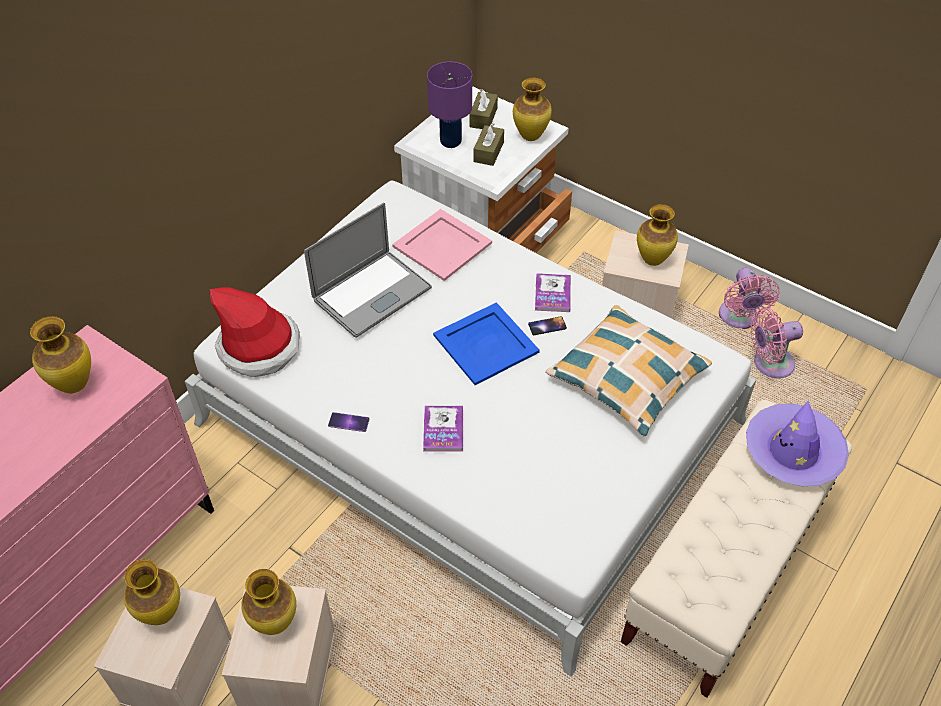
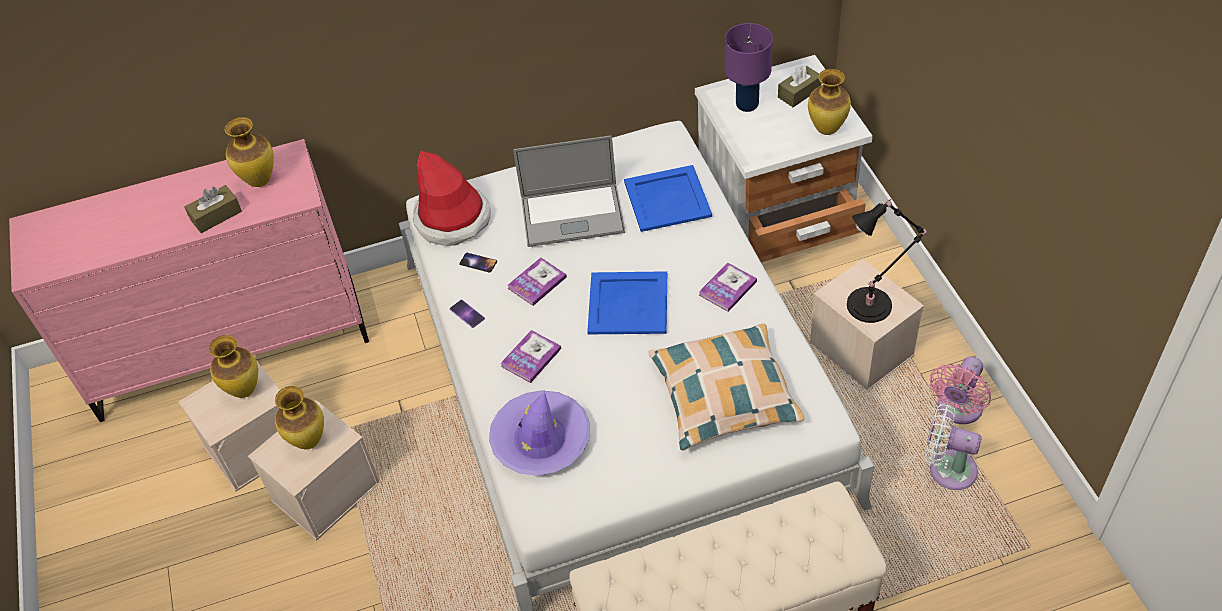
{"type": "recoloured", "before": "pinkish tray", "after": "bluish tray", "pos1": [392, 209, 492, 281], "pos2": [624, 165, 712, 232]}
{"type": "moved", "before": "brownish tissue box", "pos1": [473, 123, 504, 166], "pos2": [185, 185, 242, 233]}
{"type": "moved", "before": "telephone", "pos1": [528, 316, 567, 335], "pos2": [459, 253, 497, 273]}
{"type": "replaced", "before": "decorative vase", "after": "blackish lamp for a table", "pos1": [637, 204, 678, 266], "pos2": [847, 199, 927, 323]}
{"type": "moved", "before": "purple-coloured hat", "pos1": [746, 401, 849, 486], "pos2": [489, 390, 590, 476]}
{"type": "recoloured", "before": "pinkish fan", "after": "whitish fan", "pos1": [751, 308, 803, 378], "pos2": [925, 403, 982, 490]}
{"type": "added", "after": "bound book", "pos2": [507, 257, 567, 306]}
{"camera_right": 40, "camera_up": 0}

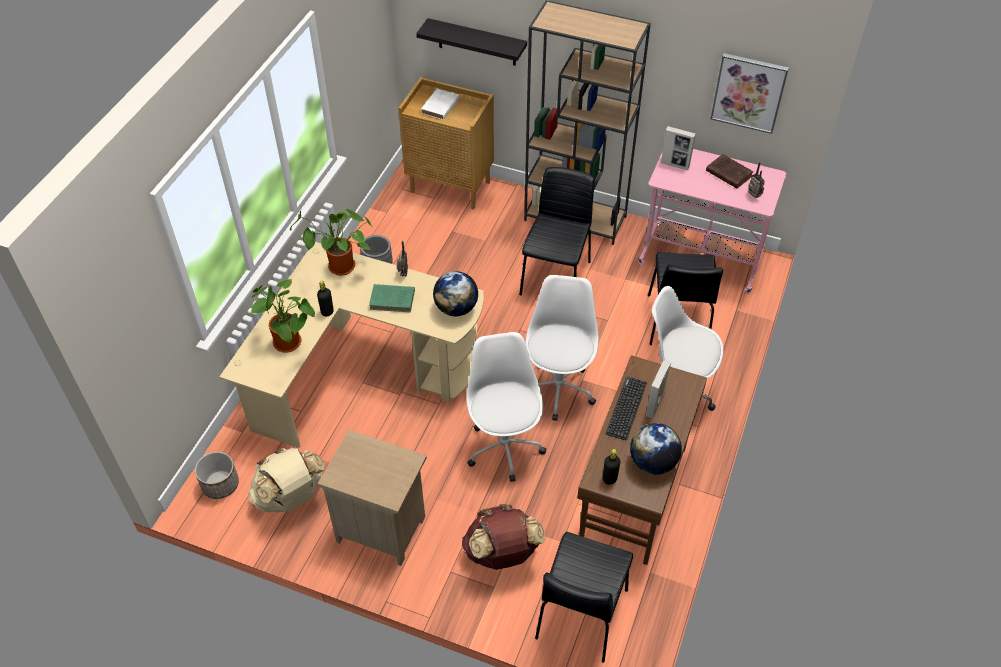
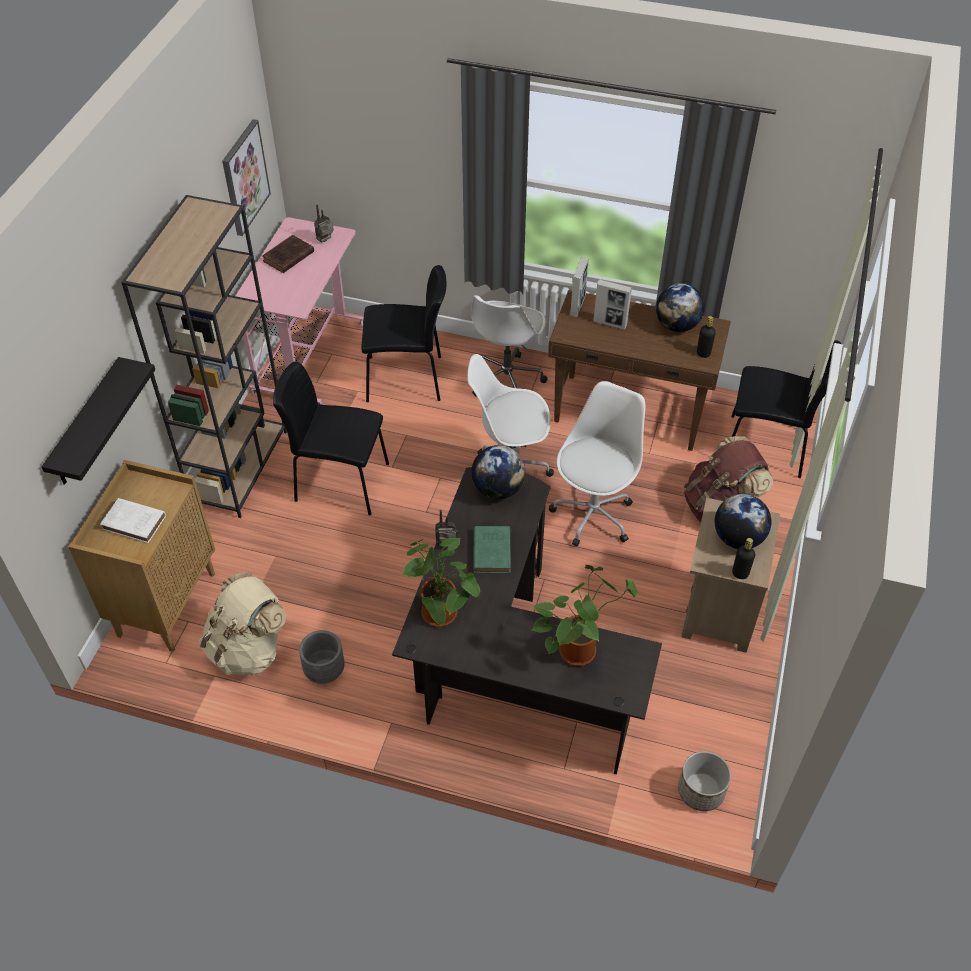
{"type": "recoloured", "before": "sand-coloured desk unit", "after": "blackish desk unit", "pos1": [219, 242, 484, 448], "pos2": [392, 467, 662, 774]}
{"type": "moved", "before": "sand-coloured knapsack", "pos1": [248, 447, 325, 513], "pos2": [199, 571, 287, 676]}
{"type": "moved", "before": "blackish bottle", "pos1": [317, 281, 334, 316], "pos2": [732, 538, 755, 579]}
{"type": "turned", "before": "whitish office chair", "pos1": [466, 332, 546, 482], "pos2": [549, 381, 646, 547], "turn": 135}
{"type": "removed", "before": "PC keyboard", "pos1": [605, 376, 647, 441]}
{"type": "moved", "before": "standing frame", "pos1": [661, 126, 696, 170], "pos2": [570, 257, 589, 317]}
{"type": "added", "after": "desk globe", "pos2": [715, 494, 772, 549]}
{"camera_right": -95, "camera_up": 0}

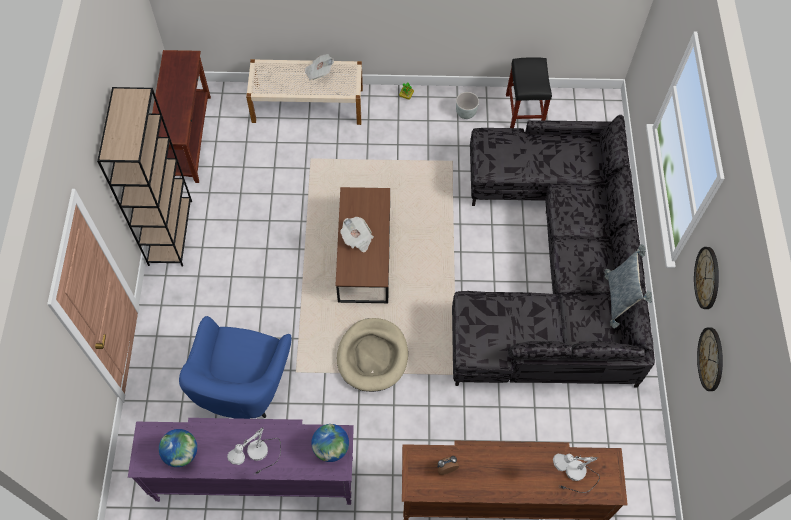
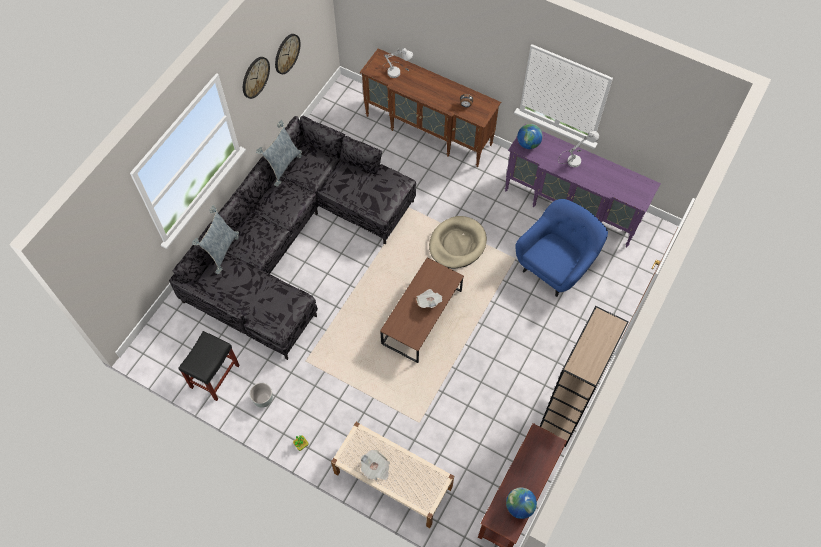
{"type": "moved", "before": "desk globe", "pos1": [159, 429, 197, 467], "pos2": [506, 487, 537, 519]}
{"type": "added", "after": "pillow", "pos2": [192, 205, 240, 274]}
{"camera_right": -150, "camera_up": 0}

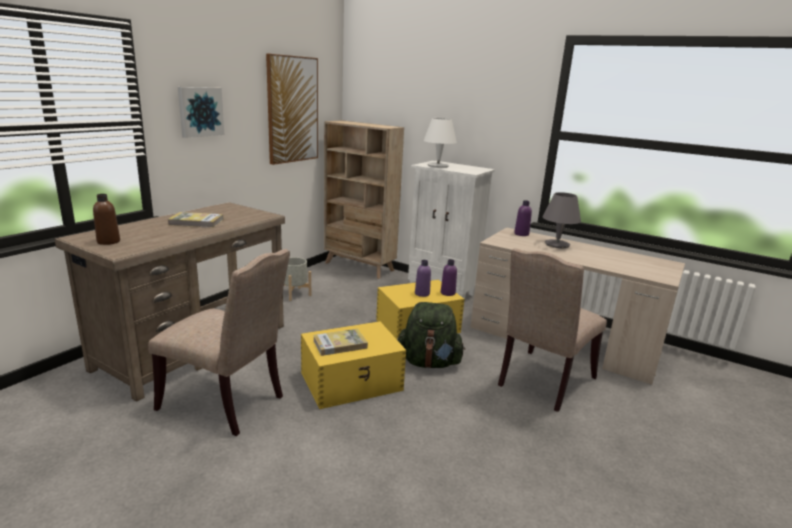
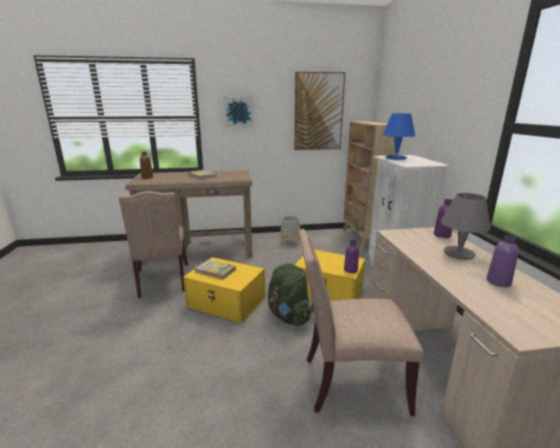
{"type": "moved", "before": "purple-coloured bottle", "pos1": [415, 260, 431, 297], "pos2": [487, 234, 519, 287]}
{"type": "recoloured", "before": "whitish lamp for a table", "after": "bluish lamp for a table", "pos1": [423, 118, 457, 168], "pos2": [383, 113, 415, 160]}
{"camera_right": 50, "camera_up": 0}

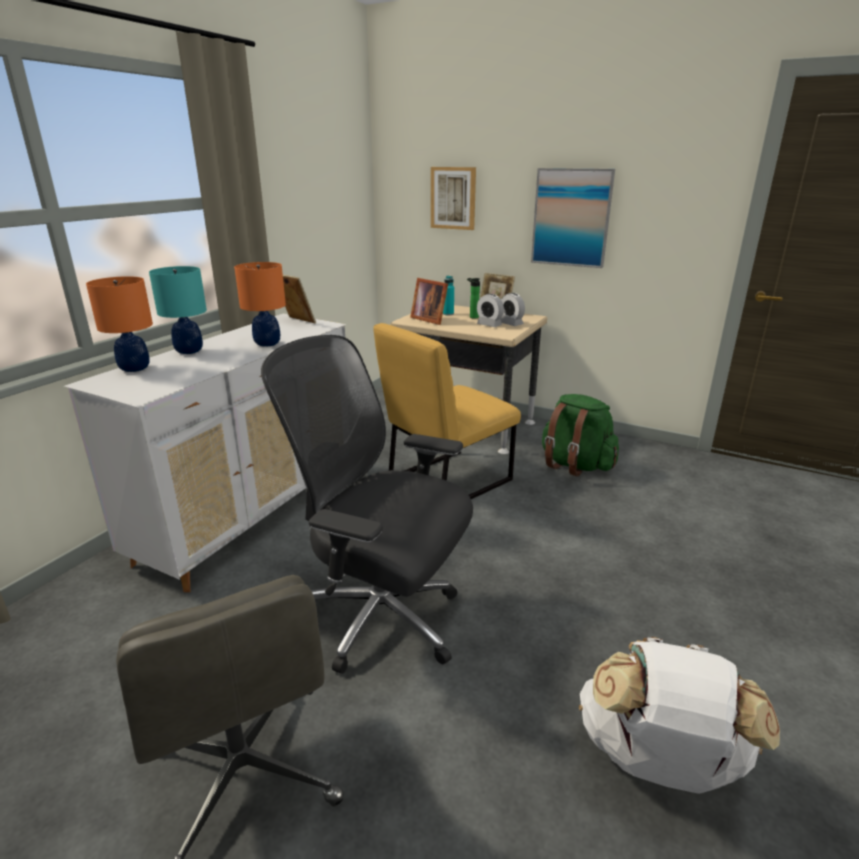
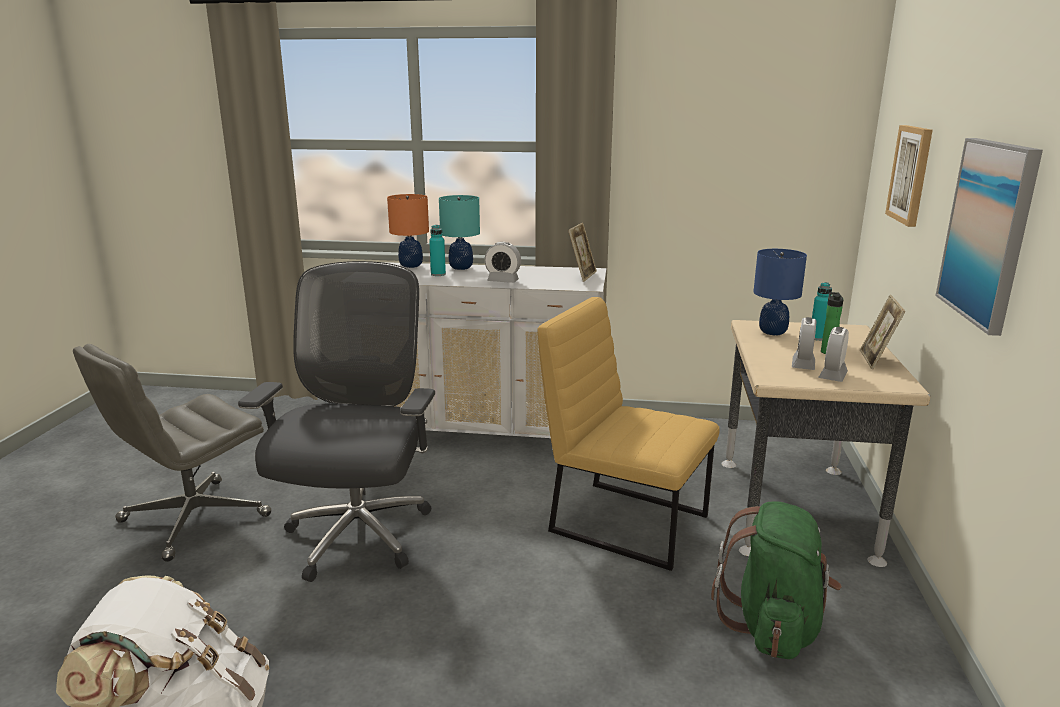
{"type": "replaced", "before": "orange-coloured lamp for a table", "after": "bedside clock", "pos1": [234, 262, 286, 347], "pos2": [485, 242, 521, 283]}
{"type": "replaced", "before": "standing frame", "after": "bluish lamp for a table", "pos1": [410, 278, 448, 325], "pos2": [753, 249, 807, 335]}
{"type": "added", "after": "blue-green bottle", "pos2": [429, 225, 446, 276]}
{"camera_right": 70, "camera_up": -5}

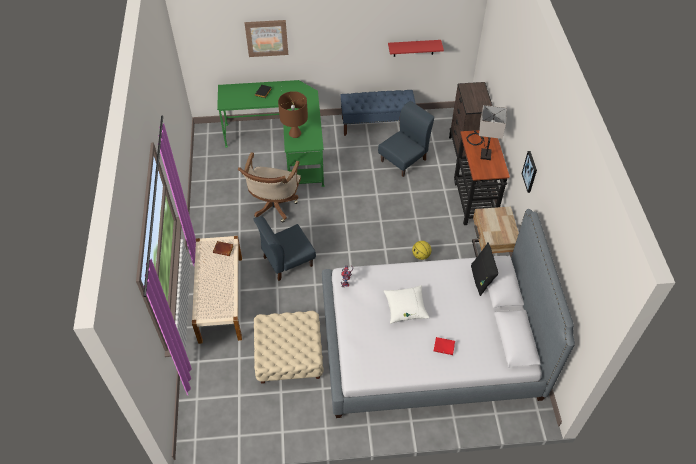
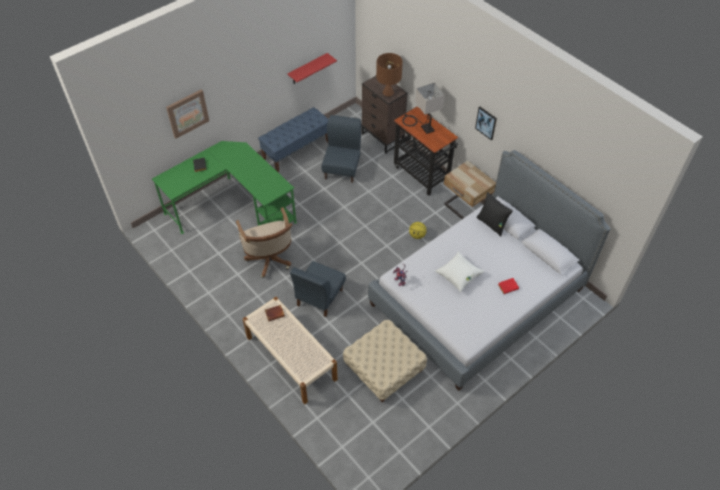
{"type": "moved", "before": "brownish lamp for a table", "pos1": [278, 91, 308, 138], "pos2": [376, 53, 403, 97]}
{"camera_right": -35, "camera_up": 0}

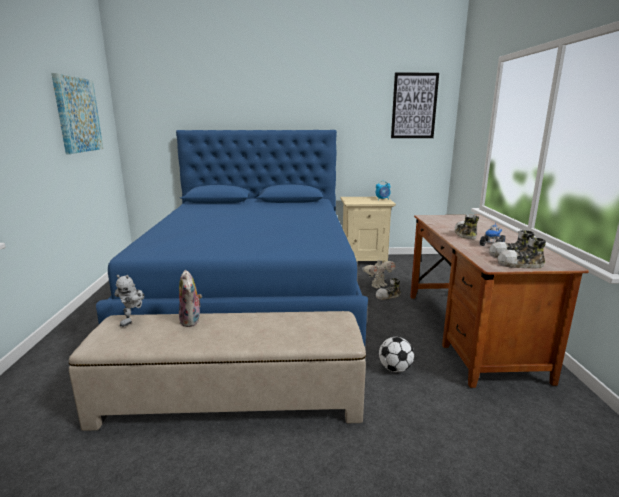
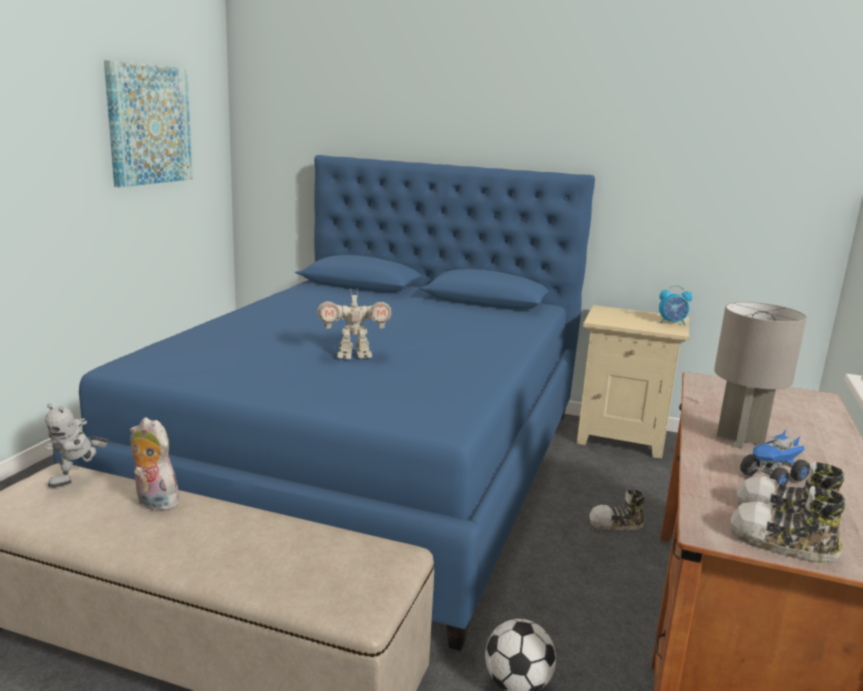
{"type": "turned", "before": "plush toy", "pos1": [179, 270, 202, 327], "pos2": [130, 417, 183, 511], "turn": 120}
{"type": "moved", "before": "robot figure", "pos1": [362, 257, 396, 288], "pos2": [317, 288, 392, 359]}
{"type": "removed", "before": "wall art", "pos1": [391, 73, 439, 138]}
{"type": "replaced", "before": "item of footwear", "after": "grey lamp for a table", "pos1": [455, 215, 479, 239], "pos2": [714, 302, 807, 449]}
{"camera_right": 20, "camera_up": 0}

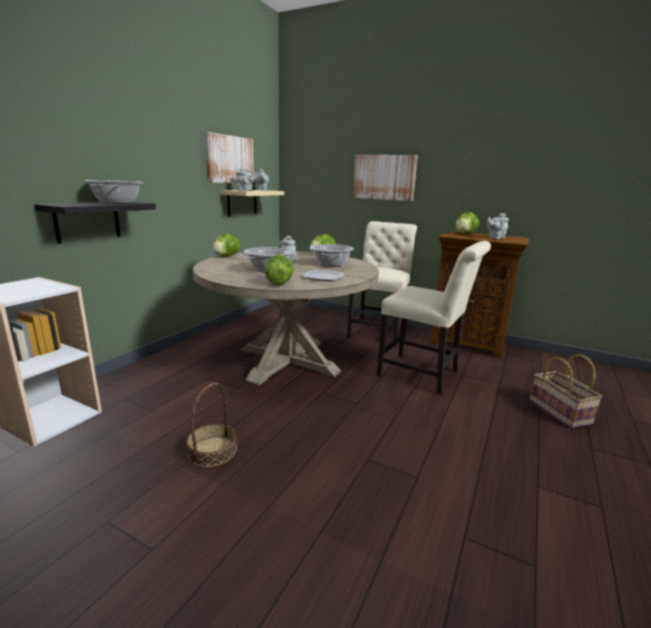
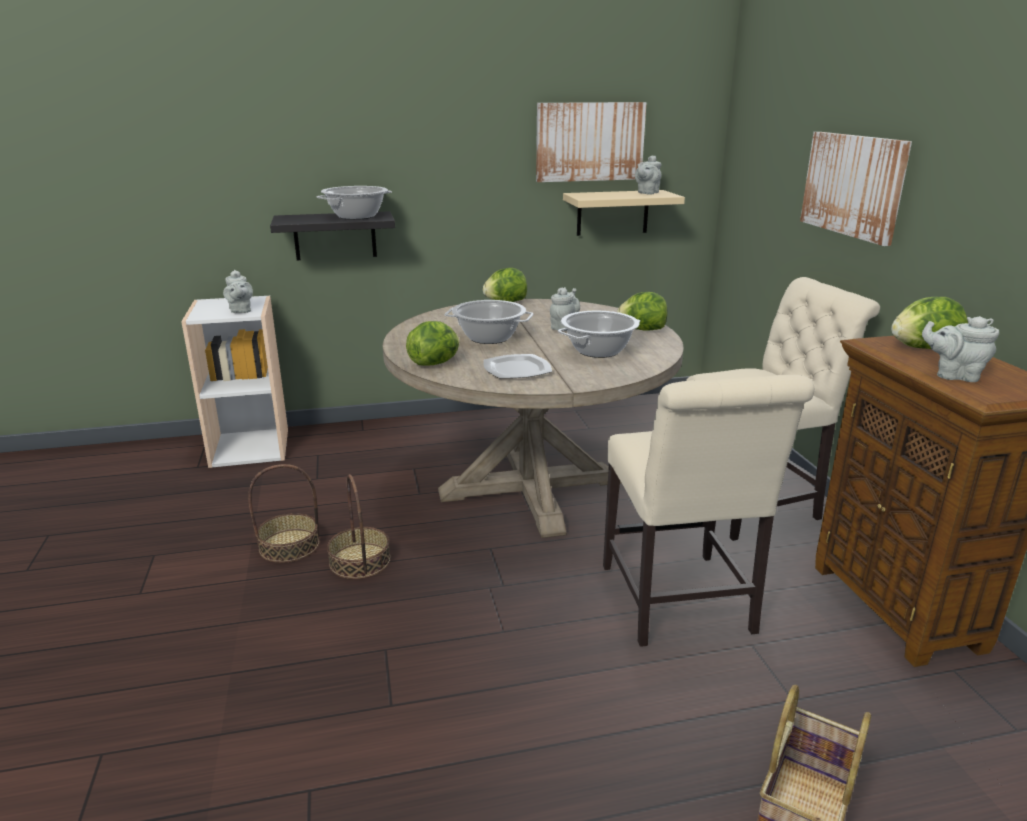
{"type": "moved", "before": "grey pot for tea", "pos1": [236, 168, 257, 191], "pos2": [223, 270, 253, 313]}
{"type": "added", "after": "storage basket", "pos2": [327, 474, 391, 579]}
{"camera_right": 50, "camera_up": 5}

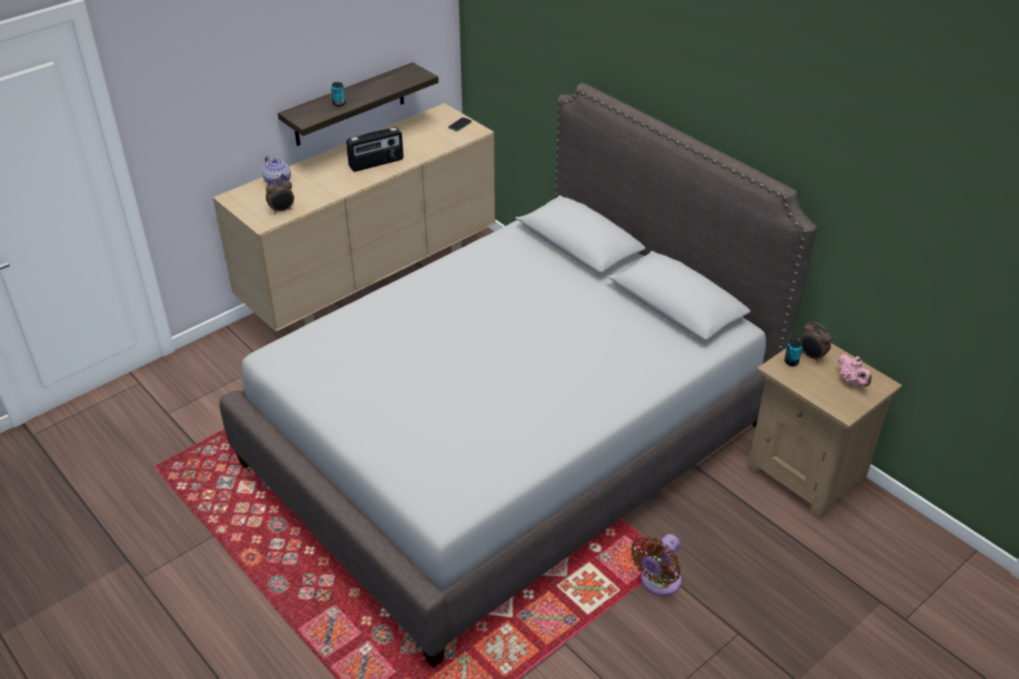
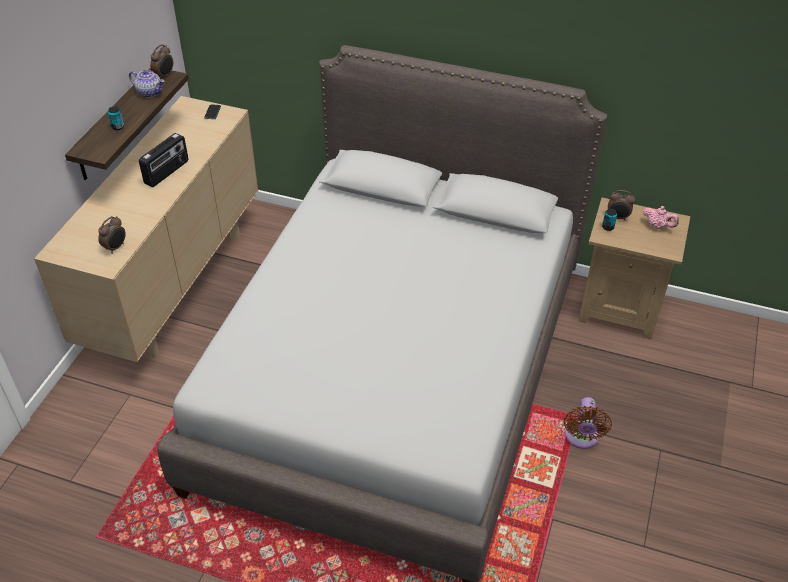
{"type": "moved", "before": "pot for tea", "pos1": [262, 156, 291, 184], "pos2": [129, 70, 165, 98]}
{"type": "added", "after": "bedside clock", "pos2": [150, 44, 173, 79]}
{"camera_right": -30, "camera_up": 5}

